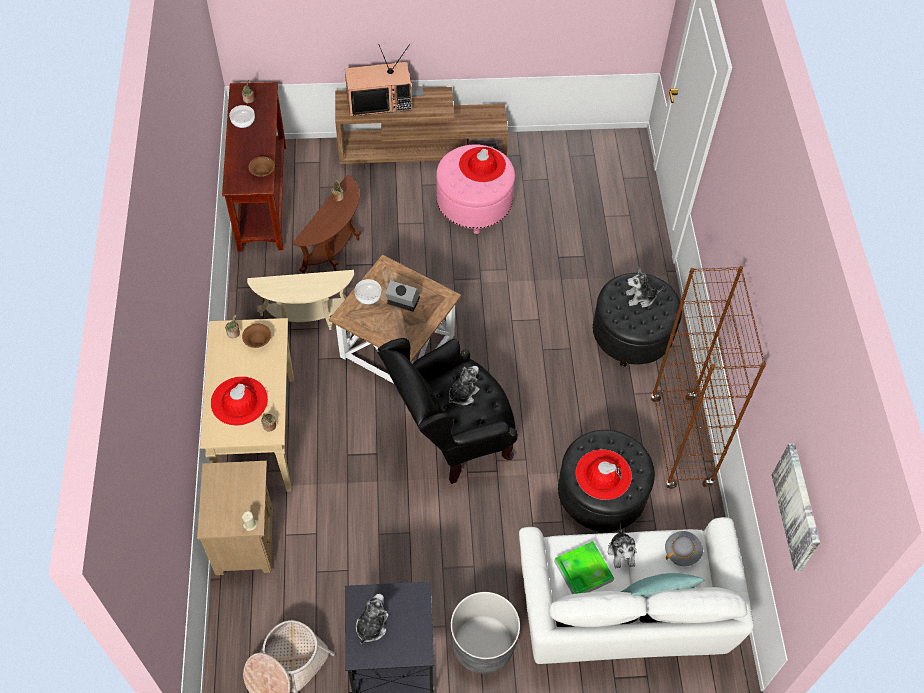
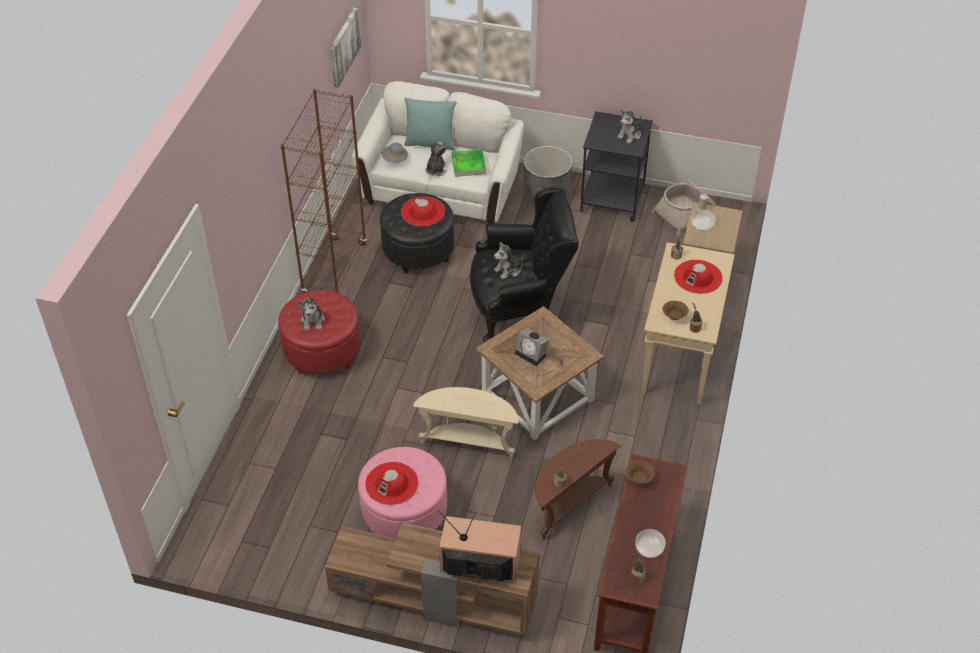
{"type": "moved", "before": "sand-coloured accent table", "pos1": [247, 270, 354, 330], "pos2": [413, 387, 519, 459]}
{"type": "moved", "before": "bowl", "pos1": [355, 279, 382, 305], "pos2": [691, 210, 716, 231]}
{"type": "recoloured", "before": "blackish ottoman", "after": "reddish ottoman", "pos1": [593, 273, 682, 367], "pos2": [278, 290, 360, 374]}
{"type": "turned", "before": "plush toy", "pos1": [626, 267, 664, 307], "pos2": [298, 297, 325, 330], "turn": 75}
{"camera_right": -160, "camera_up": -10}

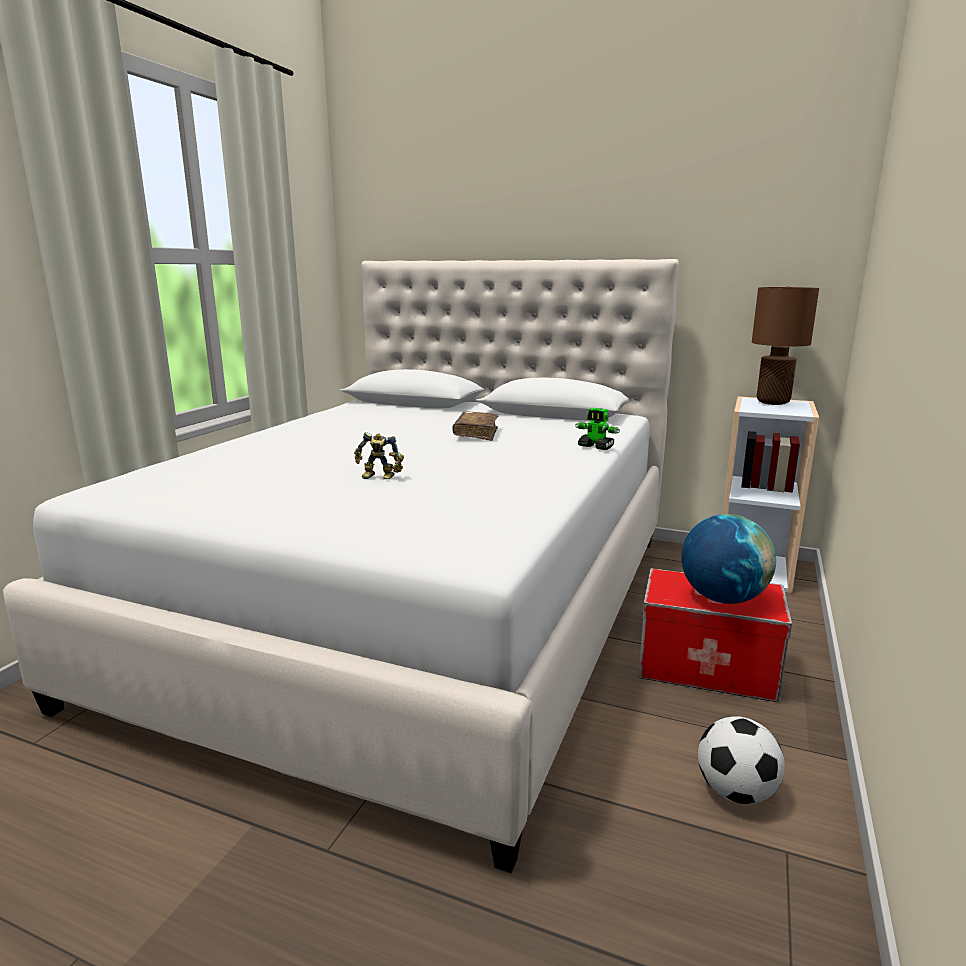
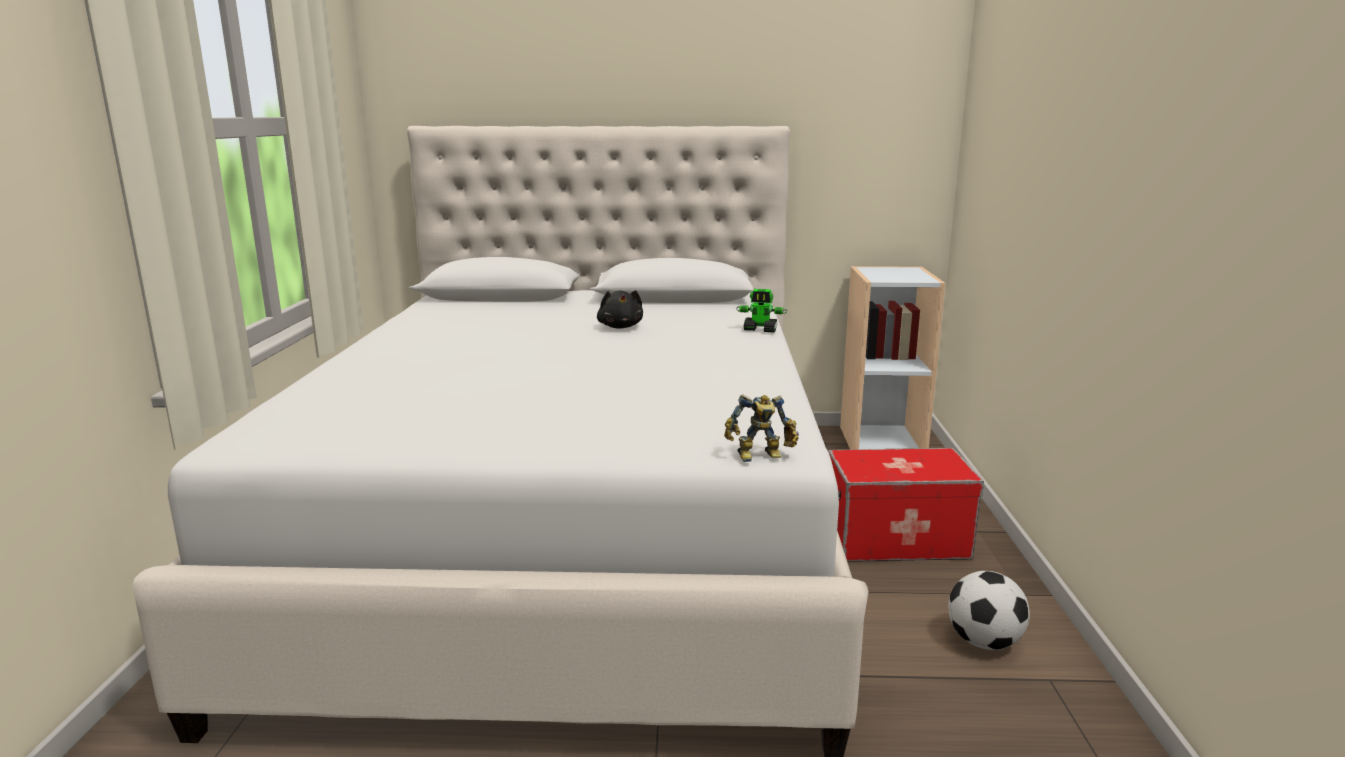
{"type": "moved", "before": "robot figure", "pos1": [354, 432, 404, 479], "pos2": [724, 394, 799, 462]}
{"type": "replaced", "before": "brownish bound book", "after": "blackish plush toy", "pos1": [452, 412, 499, 441], "pos2": [597, 290, 643, 328]}
{"type": "removed", "before": "desk globe", "pos1": [681, 514, 776, 604]}
{"type": "removed", "before": "brownish lamp for a table", "pos1": [752, 286, 819, 405]}
{"camera_right": -20, "camera_up": 0}

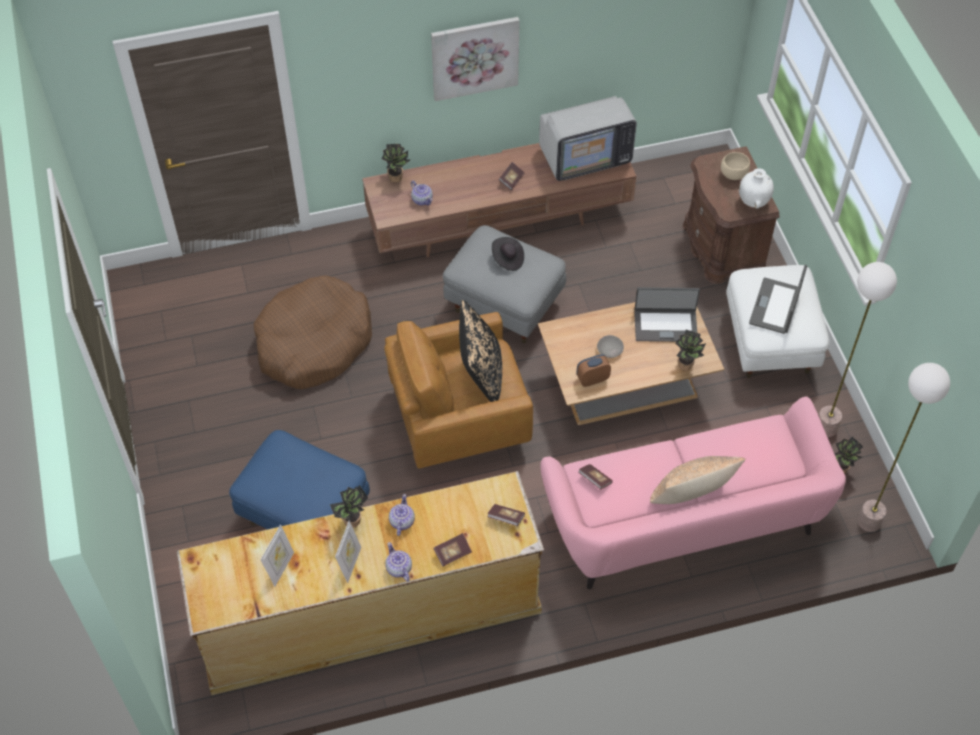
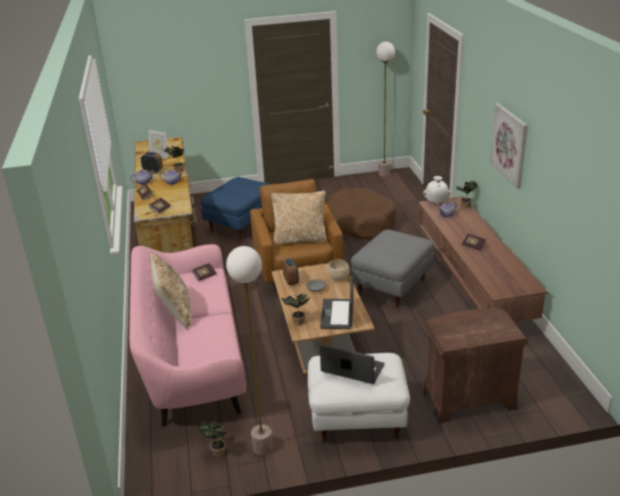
{"type": "replaced", "before": "standing frame", "after": "bedside clock", "pos1": [335, 521, 361, 583], "pos2": [141, 152, 163, 173]}
{"type": "recoloured", "before": "blackish pillow", "after": "sand-coloured pillow", "pos1": [459, 300, 502, 402], "pos2": [271, 191, 326, 245]}
{"type": "removed", "before": "blackish hat", "pos1": [492, 237, 524, 271]}
{"type": "removed", "before": "television", "pos1": [539, 96, 637, 181]}
{"type": "moved", "before": "sand-coloured bowl", "pos1": [721, 152, 750, 180], "pos2": [328, 259, 350, 280]}
{"type": "moved", "before": "whitish decorative vase", "pos1": [739, 168, 774, 208], "pos2": [423, 176, 451, 204]}
{"type": "moved", "before": "standard lamp", "pos1": [858, 363, 950, 532], "pos2": [376, 42, 395, 177]}
{"camera_right": 95, "camera_up": -25}

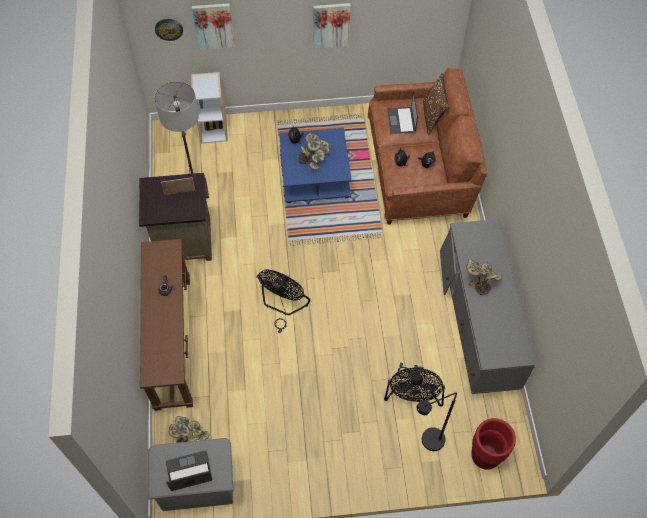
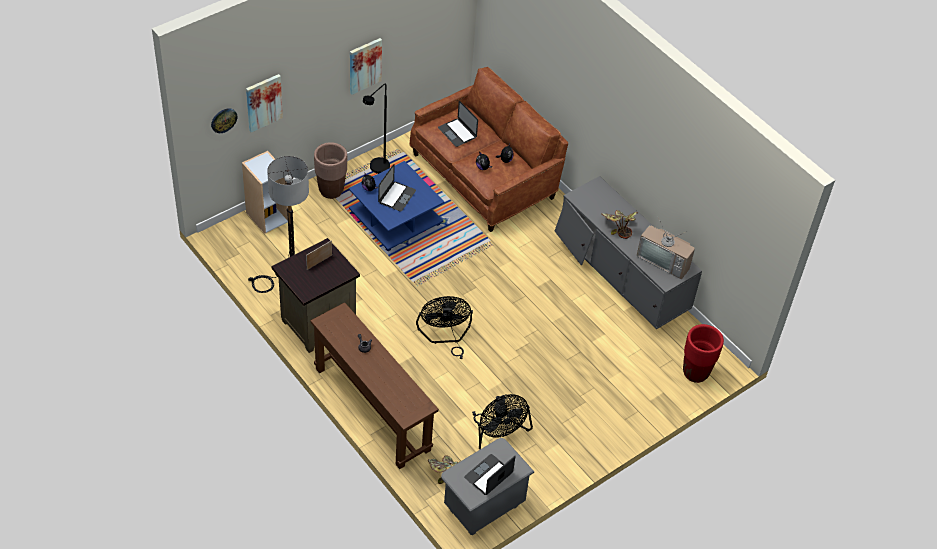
{"type": "replaced", "before": "potted plant", "after": "portable computer", "pos1": [298, 133, 330, 170], "pos2": [378, 164, 416, 212]}
{"type": "moved", "before": "blackish fan", "pos1": [384, 362, 445, 407], "pos2": [472, 394, 533, 449]}
{"type": "moved", "before": "blackish standard lamp", "pos1": [417, 393, 457, 451], "pos2": [363, 83, 390, 174]}
{"type": "removed", "before": "brownish pillow", "pos1": [423, 73, 449, 135]}
{"type": "added", "after": "brownish planter", "pos2": [314, 142, 347, 199]}
{"type": "added", "after": "television", "pos2": [637, 221, 695, 279]}
{"camera_right": -35, "camera_up": -10}

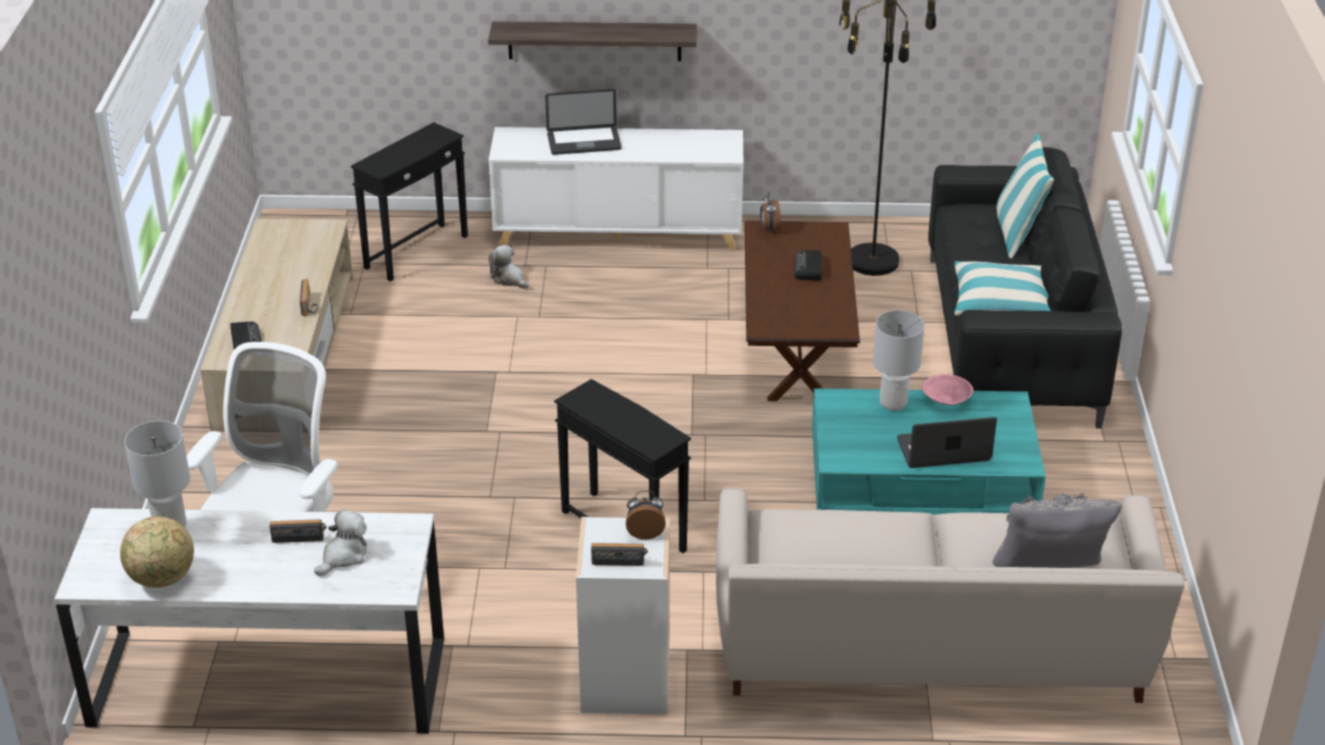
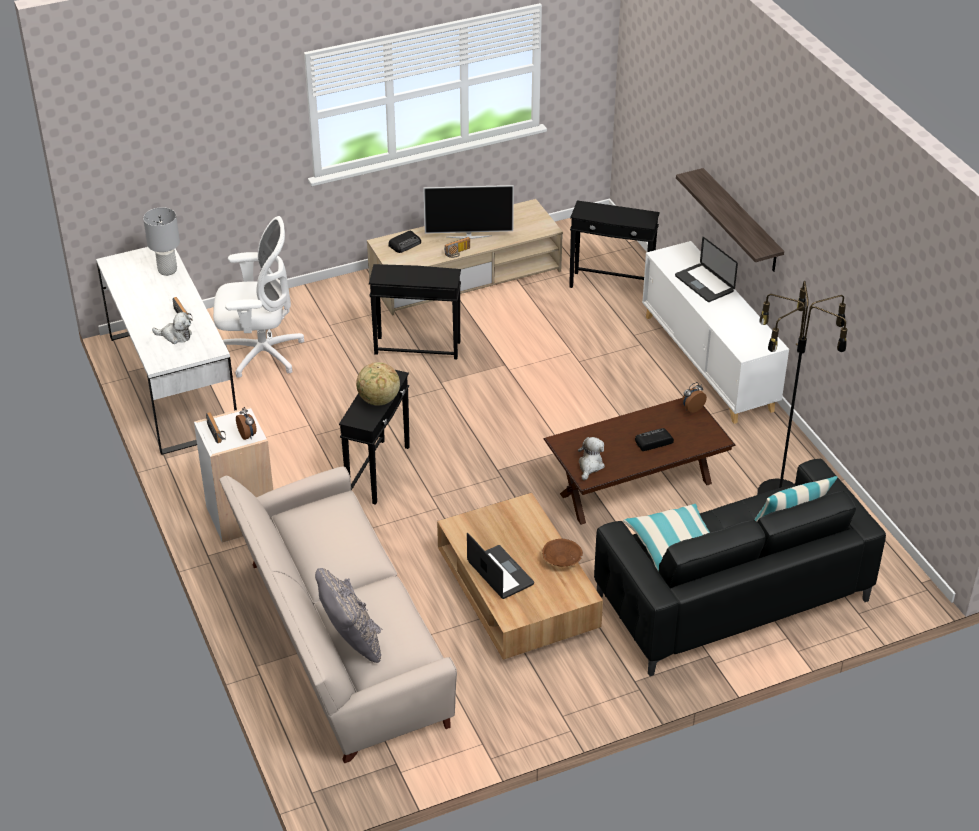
{"type": "moved", "before": "desk globe", "pos1": [120, 516, 194, 588], "pos2": [356, 362, 400, 405]}
{"type": "moved", "before": "plush toy", "pos1": [488, 245, 529, 289], "pos2": [578, 437, 605, 480]}
{"type": "recoloured", "before": "blue-green lounge table", "after": "brownish lounge table", "pos1": [812, 388, 1046, 515], "pos2": [437, 493, 603, 660]}
{"type": "removed", "before": "grey lamp for a table", "pos1": [873, 310, 925, 411]}
{"type": "recoloured", "before": "pinkish bowl", "after": "brownish bowl", "pos1": [922, 374, 973, 405], "pos2": [542, 539, 583, 567]}
{"type": "added", "after": "blackish accent table", "pos2": [369, 264, 461, 359]}
{"type": "added", "after": "television", "pos2": [423, 185, 514, 239]}
{"camera_right": 65, "camera_up": 5}

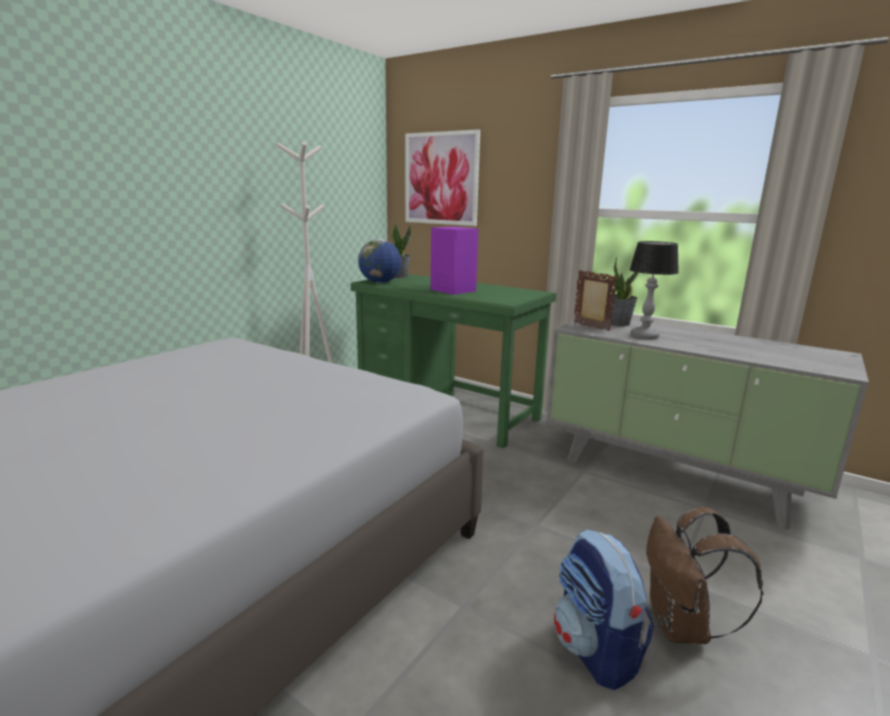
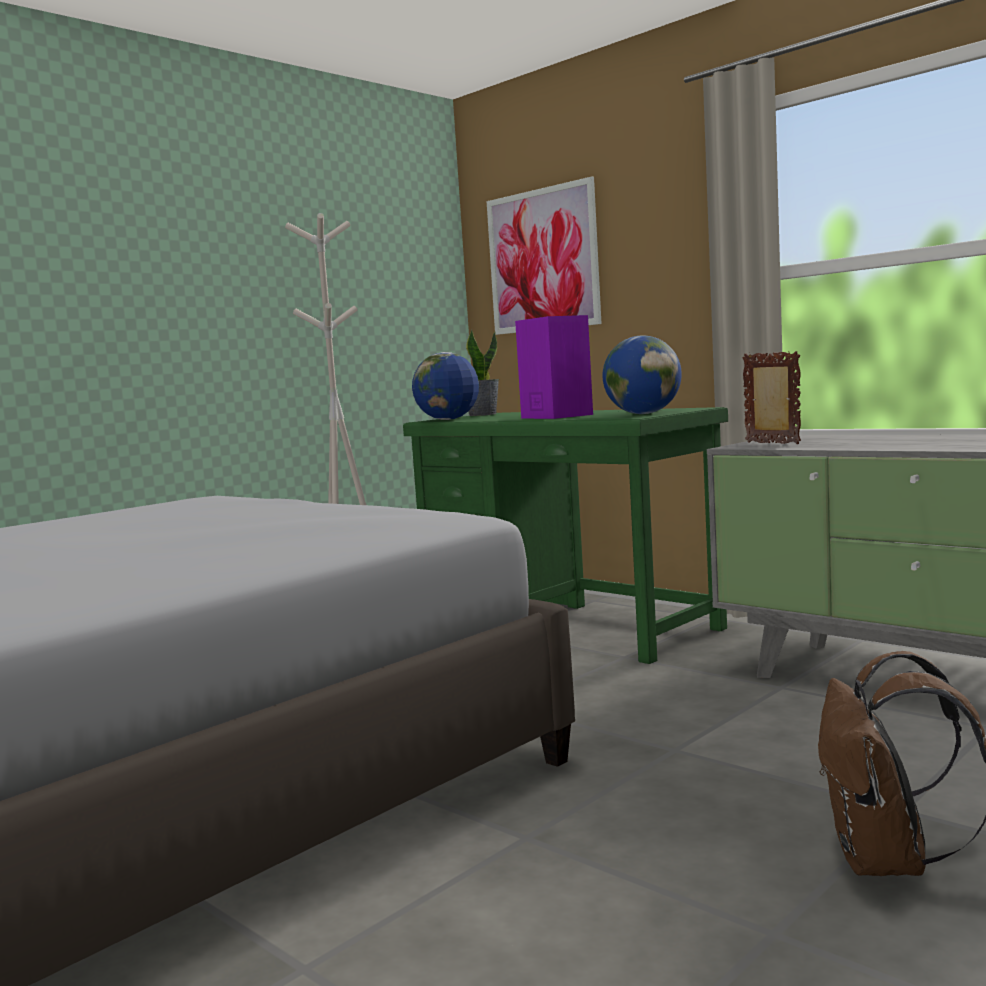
{"type": "removed", "before": "knapsack", "pos1": [554, 529, 654, 690]}
{"type": "removed", "before": "potted plant", "pos1": [608, 256, 638, 326]}
{"type": "removed", "before": "lamp for a table", "pos1": [629, 241, 679, 339]}
{"type": "added", "after": "desk globe", "pos2": [603, 336, 682, 414]}
{"camera_right": 10, "camera_up": -10}

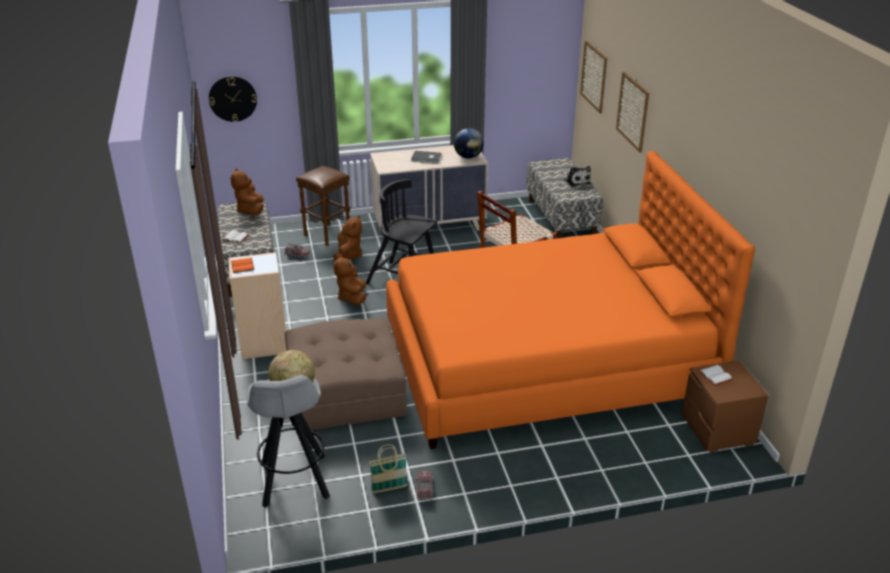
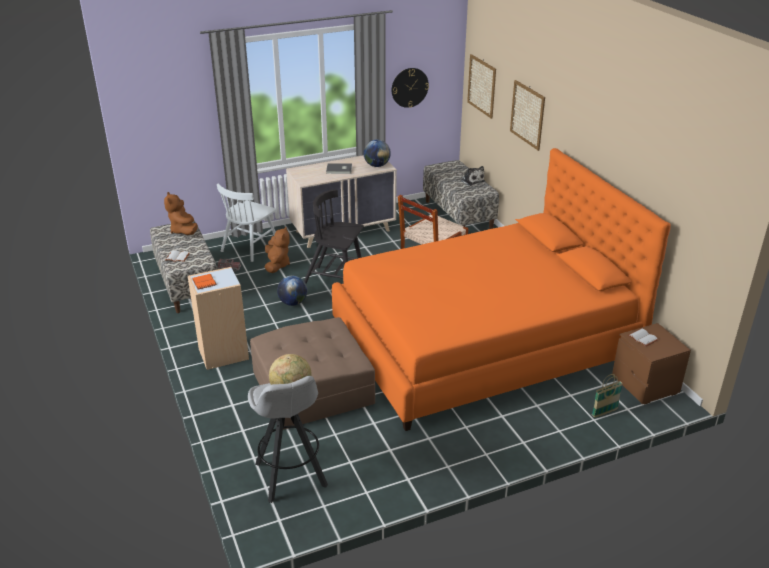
{"type": "moved", "before": "clock on the wall", "pos1": [209, 76, 257, 122], "pos2": [392, 68, 429, 108]}
{"type": "replaced", "before": "brownish sitting stool", "after": "whitish chair", "pos1": [296, 166, 350, 246], "pos2": [217, 184, 276, 262]}
{"type": "replaced", "before": "brownish plush toy", "after": "desk globe", "pos1": [334, 254, 366, 305], "pos2": [277, 275, 307, 306]}
{"type": "moved", "before": "storage basket", "pos1": [369, 444, 408, 493], "pos2": [592, 374, 623, 418]}
{"type": "removed", "before": "toy truck", "pos1": [416, 471, 433, 499]}
{"camera_right": -10, "camera_up": 0}

